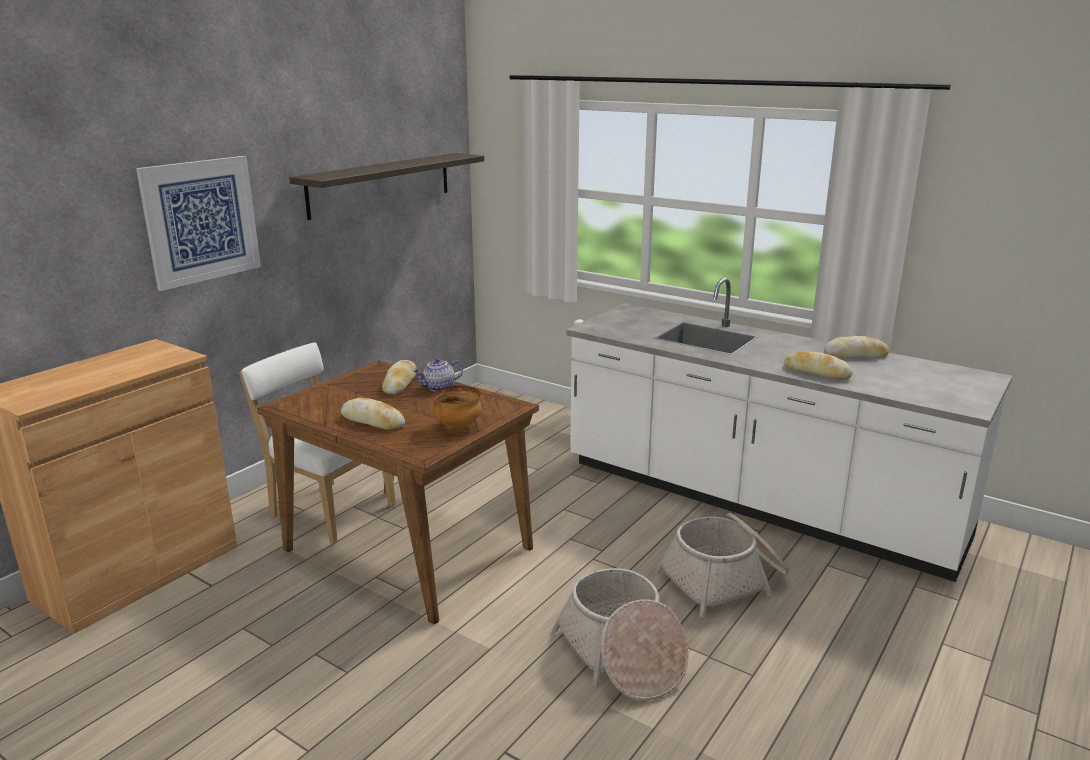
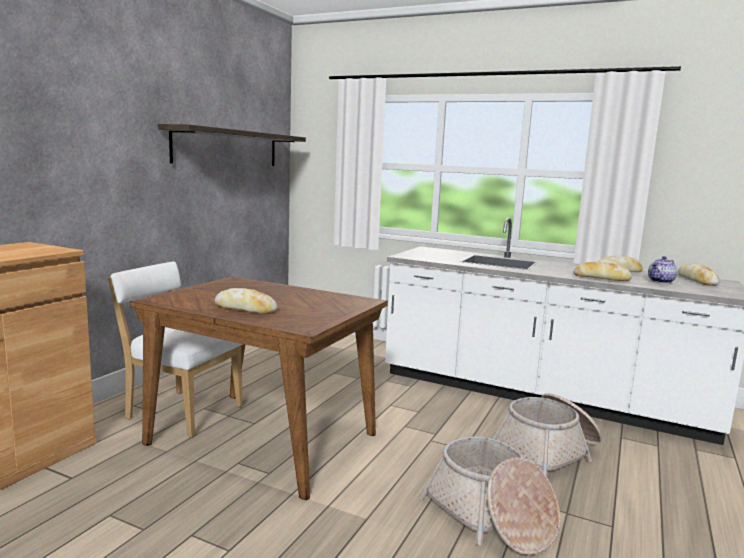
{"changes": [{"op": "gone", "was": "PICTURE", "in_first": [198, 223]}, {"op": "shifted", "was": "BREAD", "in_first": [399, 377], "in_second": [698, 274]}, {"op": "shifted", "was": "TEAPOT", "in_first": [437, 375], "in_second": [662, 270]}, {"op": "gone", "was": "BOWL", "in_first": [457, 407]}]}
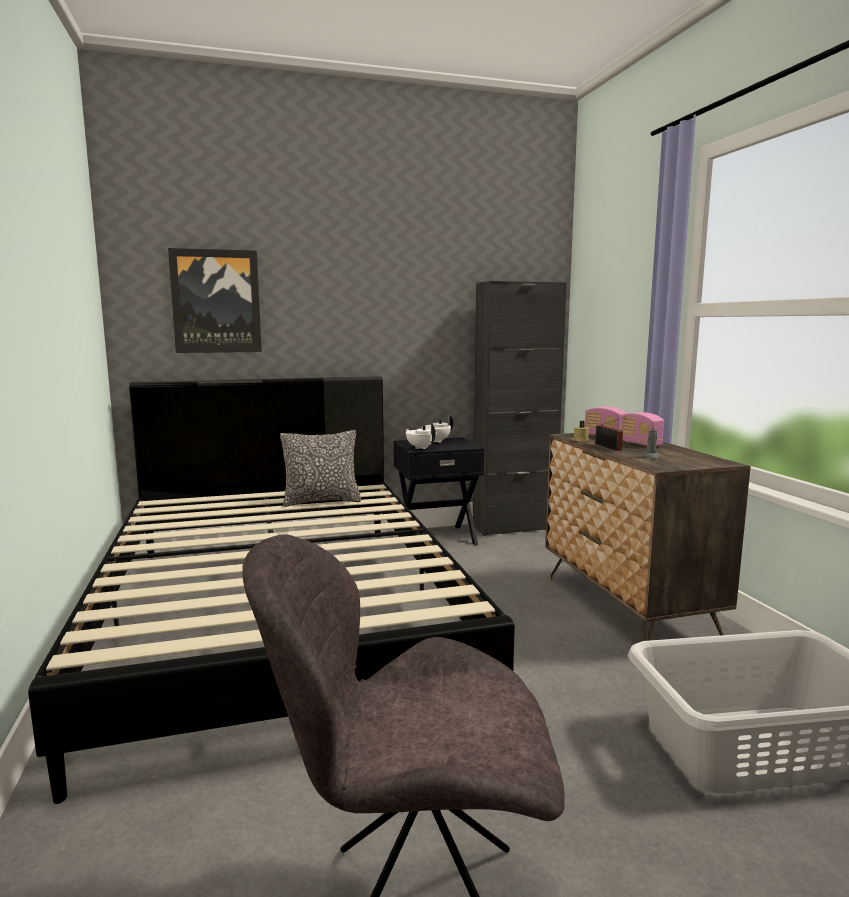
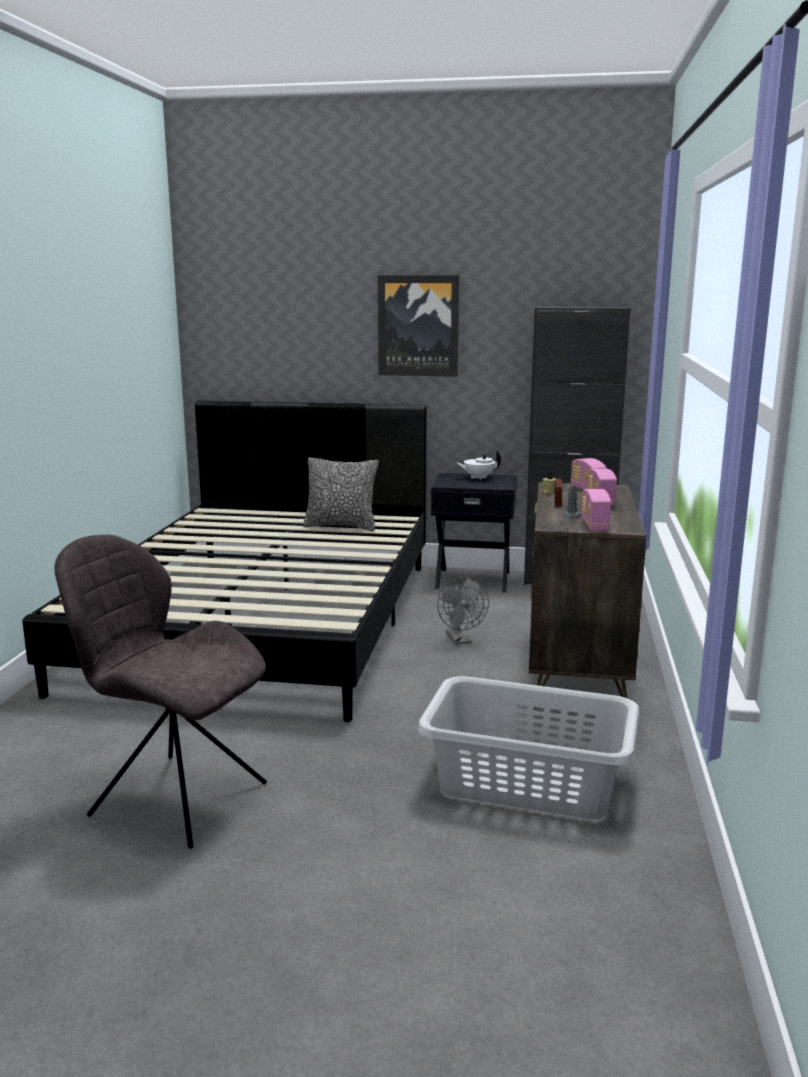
{"changes": [{"op": "shifted", "was": "PICTURE", "in_first": [215, 300], "in_second": [418, 326]}, {"op": "gone", "was": "WHITE TEAPOT", "in_first": [421, 436]}, {"op": "new", "now": "GREY FAN", "in_second": [463, 611]}, {"op": "new", "now": "RADIO", "in_second": [596, 510]}]}
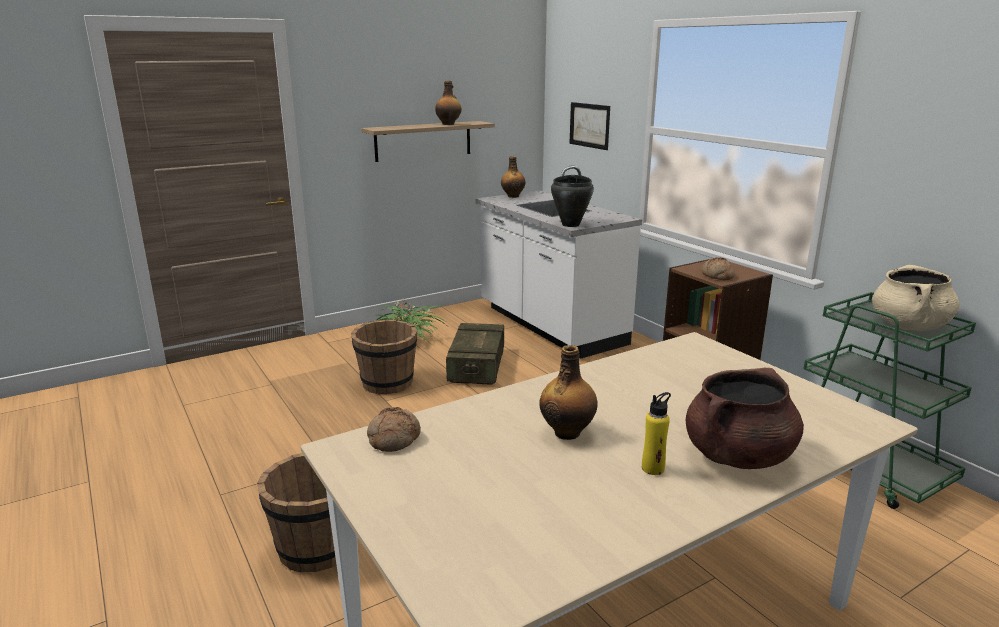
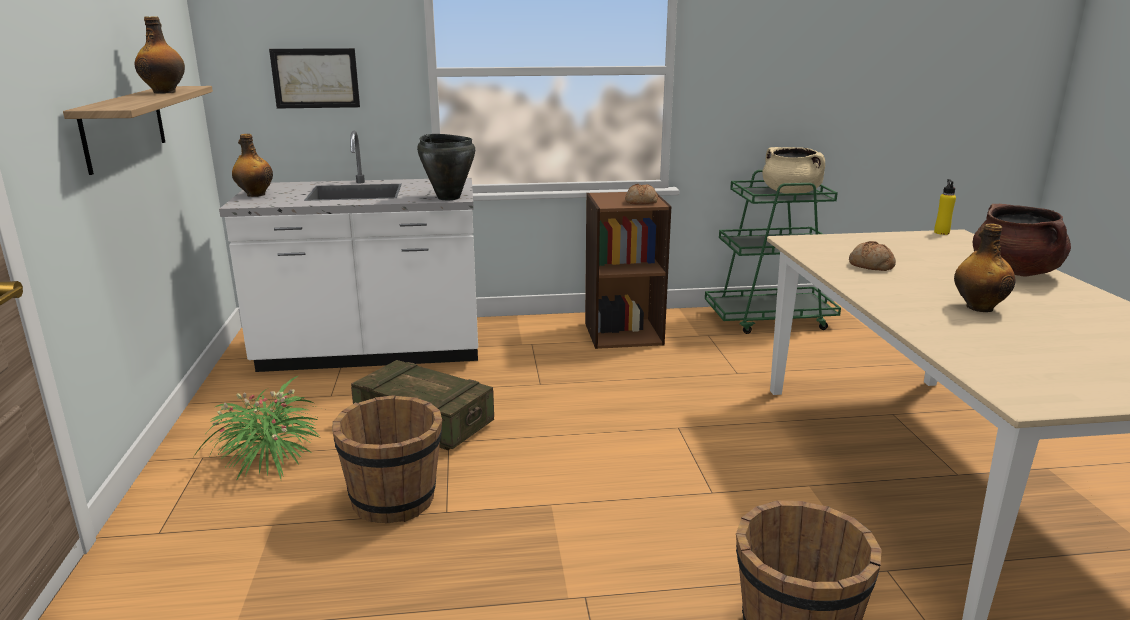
{"changes": [{"op": "shifted", "was": "BREAD", "in_first": [394, 429], "in_second": [872, 256]}, {"op": "shifted", "was": "YELLOW BOTTLE", "in_first": [656, 433], "in_second": [945, 207]}]}
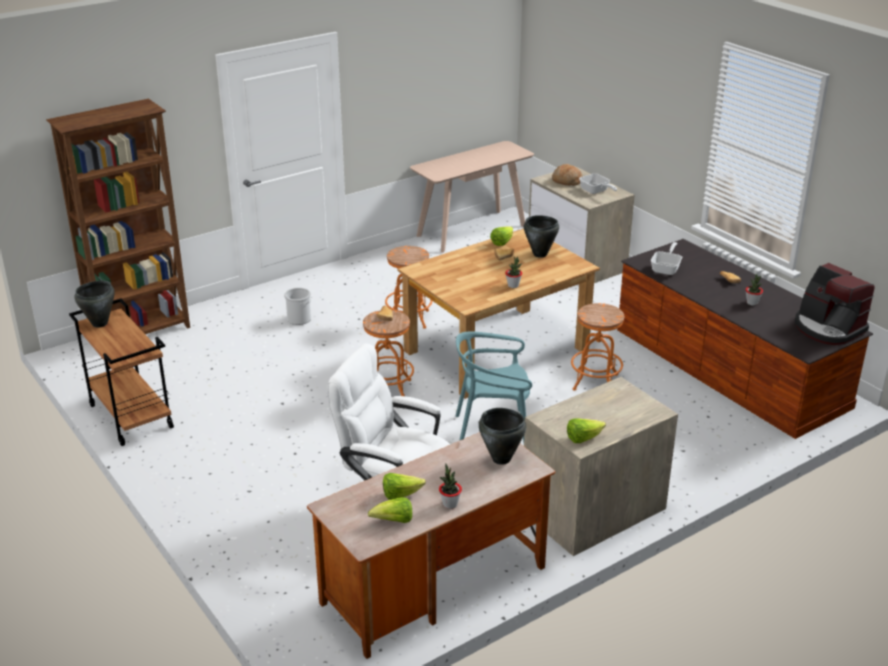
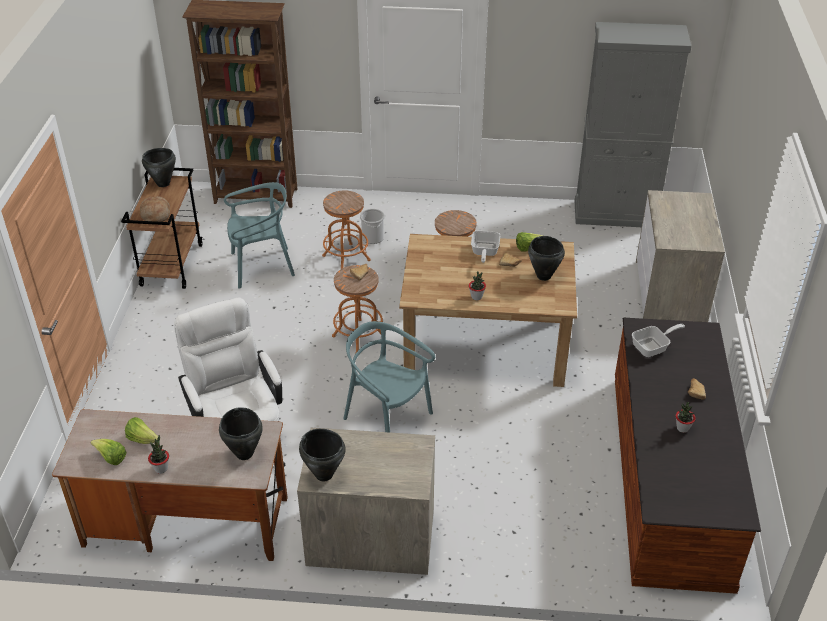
{"changes": [{"op": "swapped", "was": "BEIGE CONSOLE TABLE", "now": "GREY CABINET", "in_first": [472, 197], "in_second": [633, 124]}, {"op": "shifted", "was": "BREAD", "in_first": [567, 175], "in_second": [155, 209]}, {"op": "swapped", "was": "LETTUCE", "now": "BLACK COOKING POT", "in_first": [586, 430], "in_second": [322, 455]}, {"op": "shifted", "was": "ORANGE STOOL", "in_first": [597, 347], "in_second": [346, 230]}, {"op": "shifted", "was": "FRYING PAN", "in_first": [598, 184], "in_second": [485, 247]}, {"op": "gone", "was": "COFFEE MACHINE", "in_first": [835, 304]}, {"op": "new", "now": "TURQUOISE CHAIR", "in_second": [259, 235]}]}
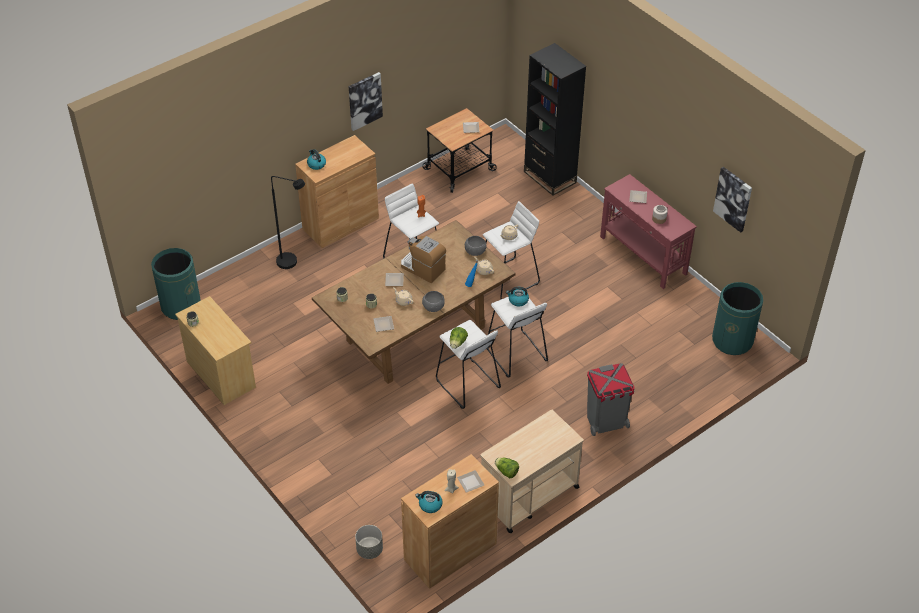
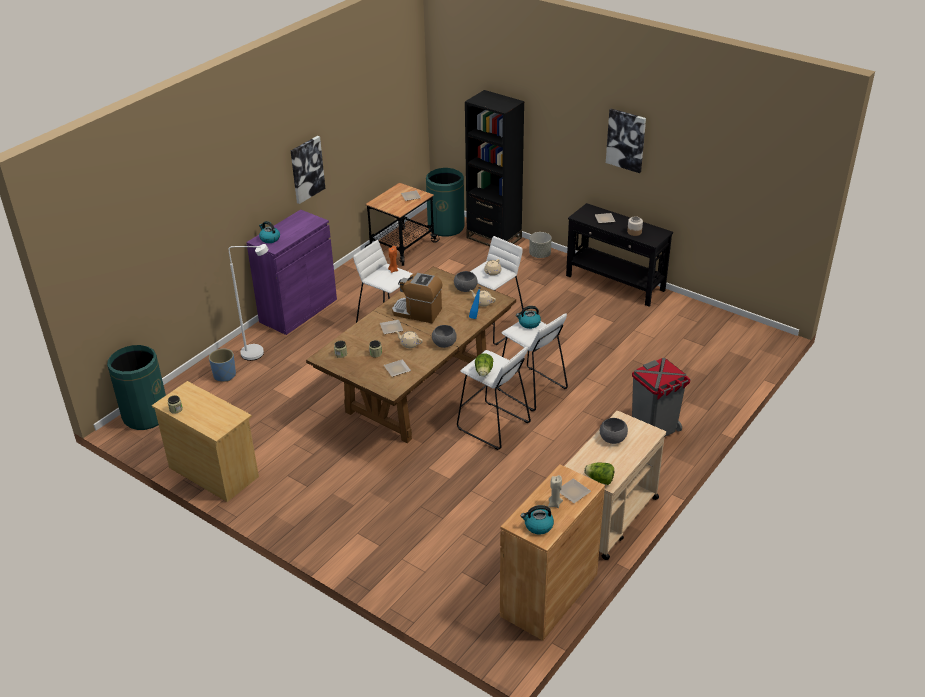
{"changes": [{"op": "repainted", "was": "BLACK FLOOR LAMP", "now": "WHITE FLOOR LAMP", "in_first": [288, 222], "in_second": [249, 302]}, {"op": "repainted", "was": "BROWN CABINET", "now": "PURPLE CABINET", "in_first": [337, 191], "in_second": [291, 272]}, {"op": "shifted", "was": "GREY PLANTER", "in_first": [369, 542], "in_second": [540, 245]}, {"op": "repainted", "was": "RED CONSOLE TABLE", "now": "BLACK CONSOLE TABLE", "in_first": [648, 231], "in_second": [619, 254]}, {"op": "shifted", "was": "GREEN TRASH CAN", "in_first": [737, 318], "in_second": [445, 202]}, {"op": "shifted", "was": "PICTURE", "in_first": [732, 200], "in_second": [626, 140]}, {"op": "new", "now": "BLUE PLANTER", "in_second": [222, 365]}, {"op": "new", "now": "GREY BOWL", "in_second": [614, 431]}]}
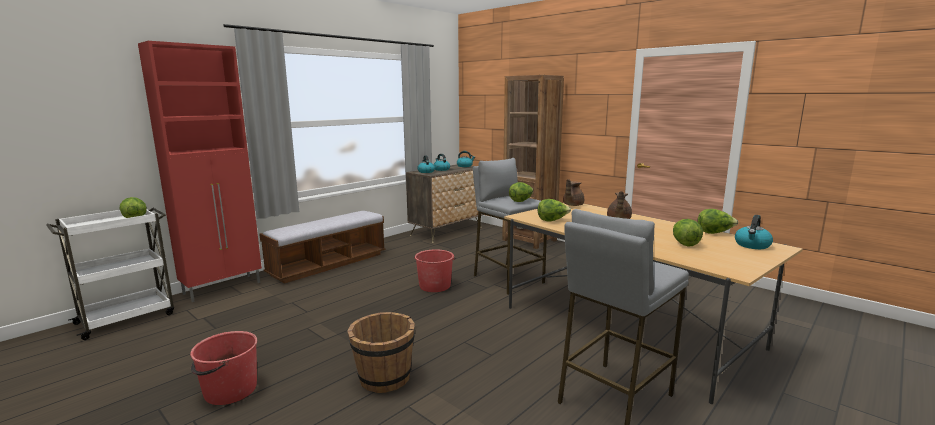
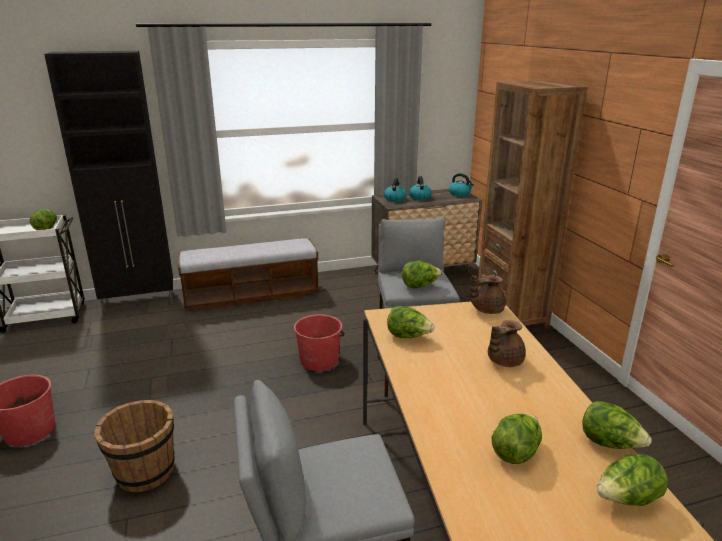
{"changes": [{"op": "repainted", "was": "RED CABINET", "now": "BLACK CABINET", "in_first": [200, 171], "in_second": [108, 182]}, {"op": "swapped", "was": "KETTLE", "now": "LETTUCE", "in_first": [754, 232], "in_second": [632, 480]}]}
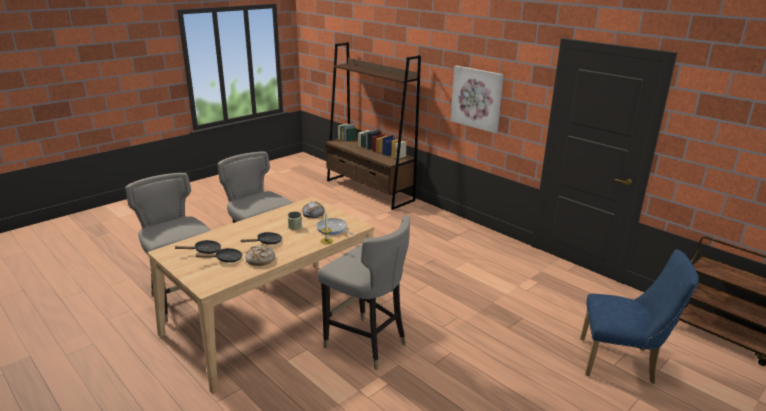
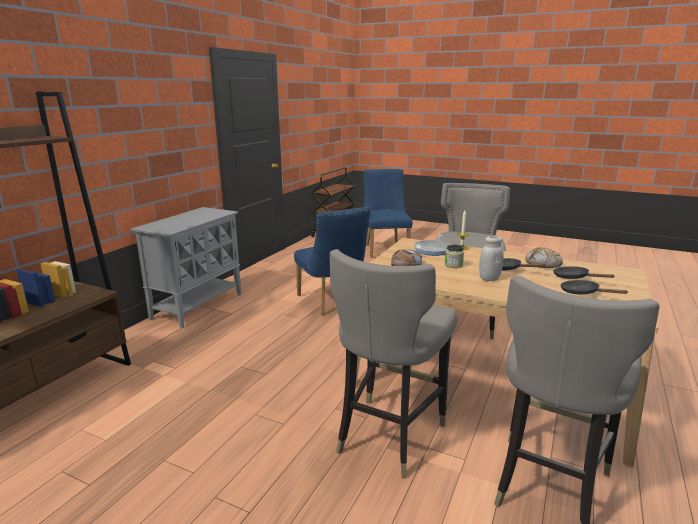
{"changes": [{"op": "gone", "was": "PICTURE", "in_first": [477, 99]}, {"op": "new", "now": "GREY CABINET", "in_second": [186, 267]}, {"op": "new", "now": "BLUE CHAIR", "in_second": [332, 260]}, {"op": "new", "now": "WHITE JAR", "in_second": [491, 258]}]}
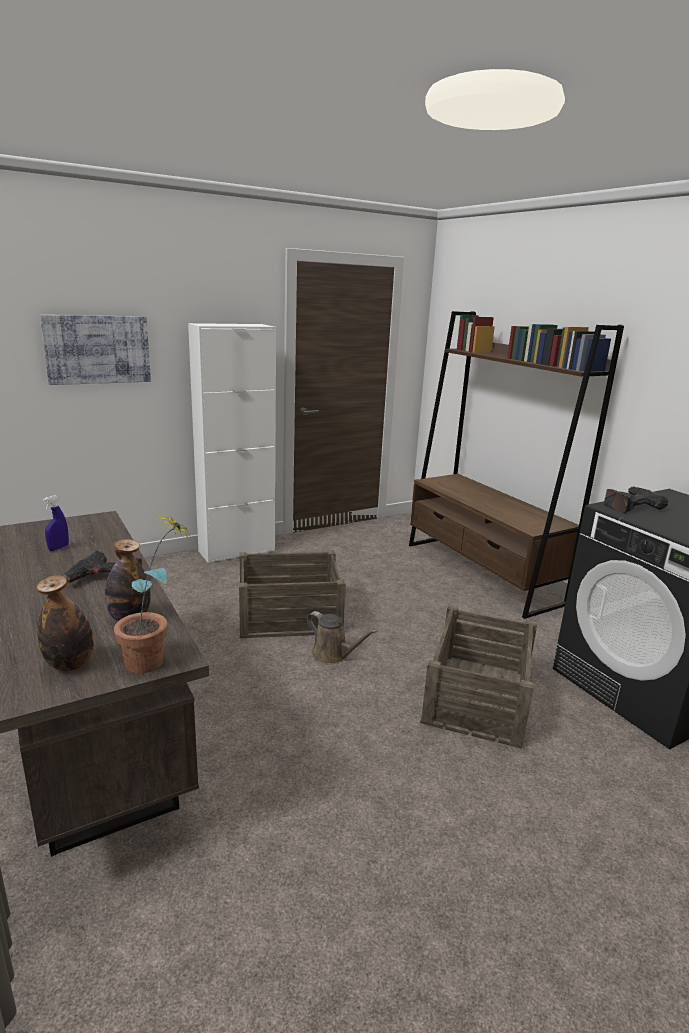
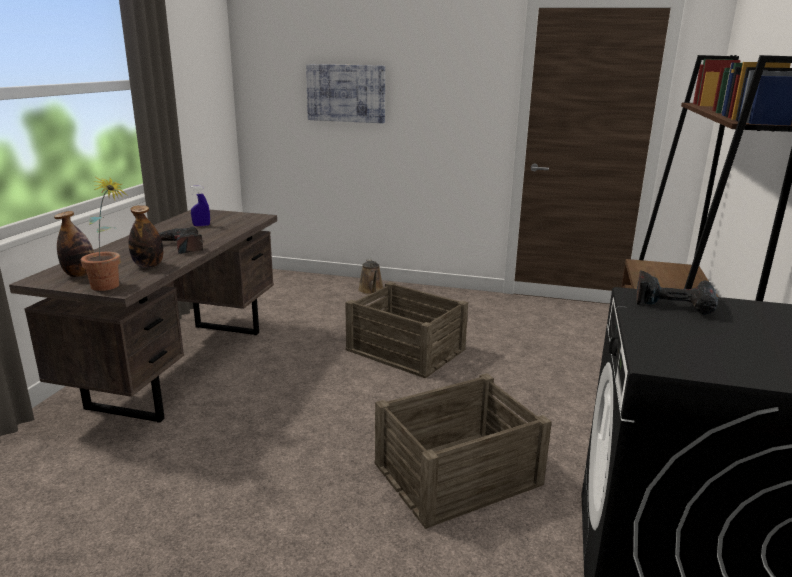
{"changes": [{"op": "gone", "was": "WHITE CABINET", "in_first": [232, 443]}, {"op": "shifted", "was": "BROWN WATERING CAN", "in_first": [342, 637], "in_second": [370, 277]}]}
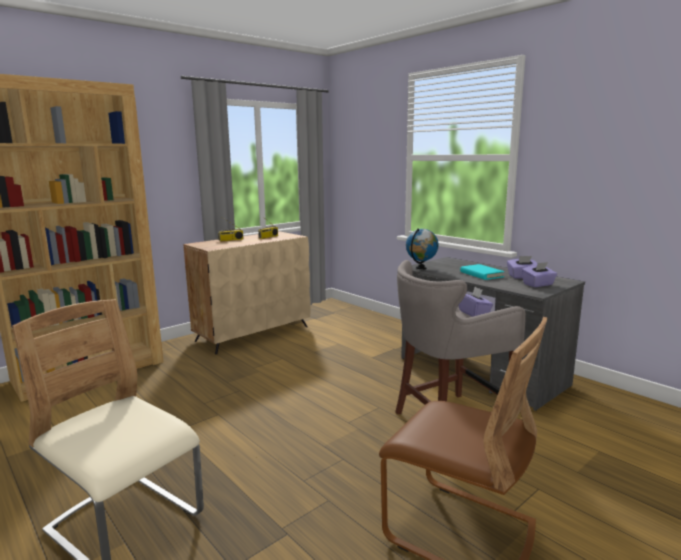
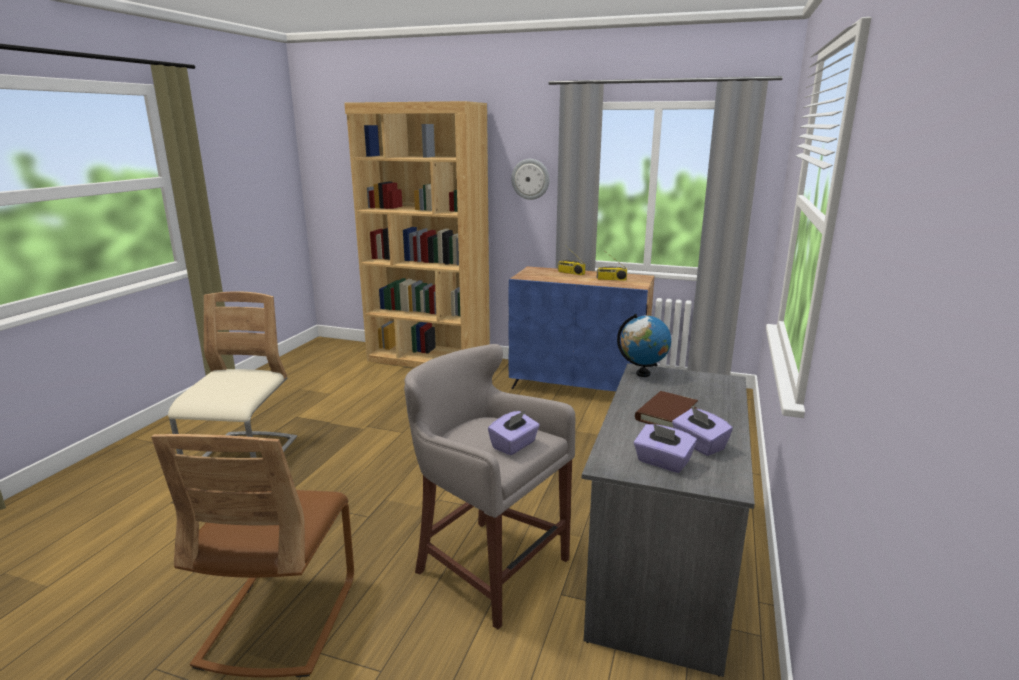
{"changes": [{"op": "repainted", "was": "BEIGE CABINET", "now": "BLUE CABINET", "in_first": [247, 292], "in_second": [581, 328]}, {"op": "repainted", "was": "TURQUOISE BOOK", "now": "BROWN BOOK", "in_first": [482, 272], "in_second": [666, 409]}, {"op": "new", "now": "WALL CLOCK", "in_second": [530, 179]}]}
